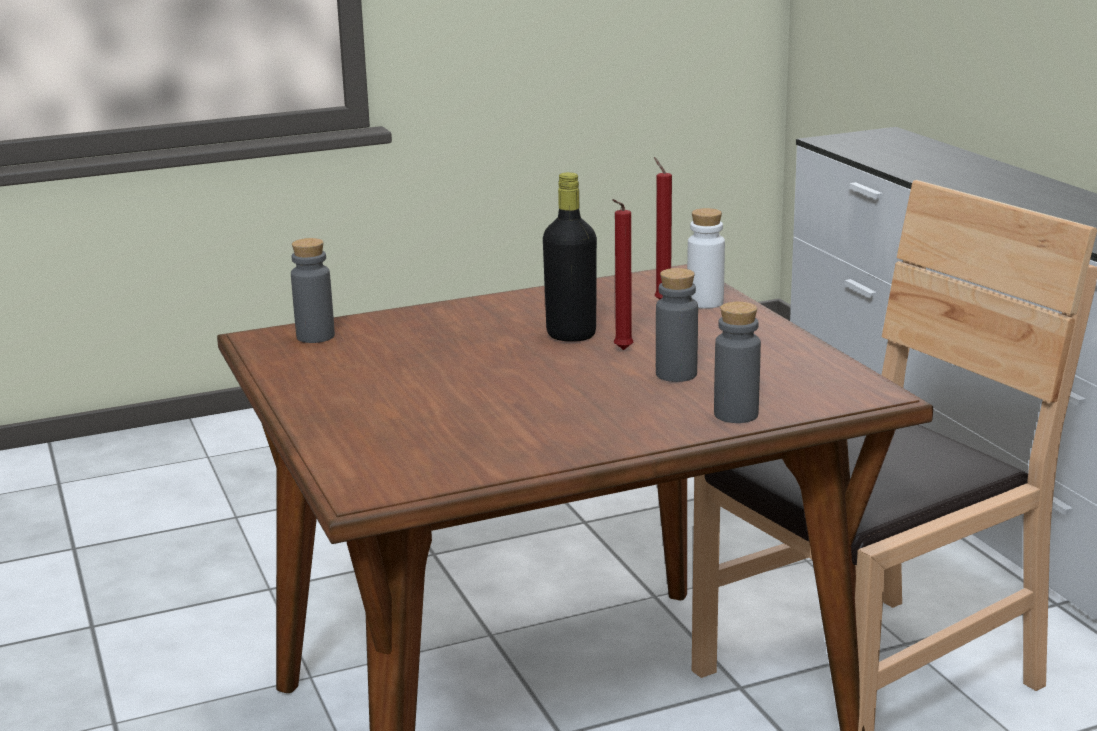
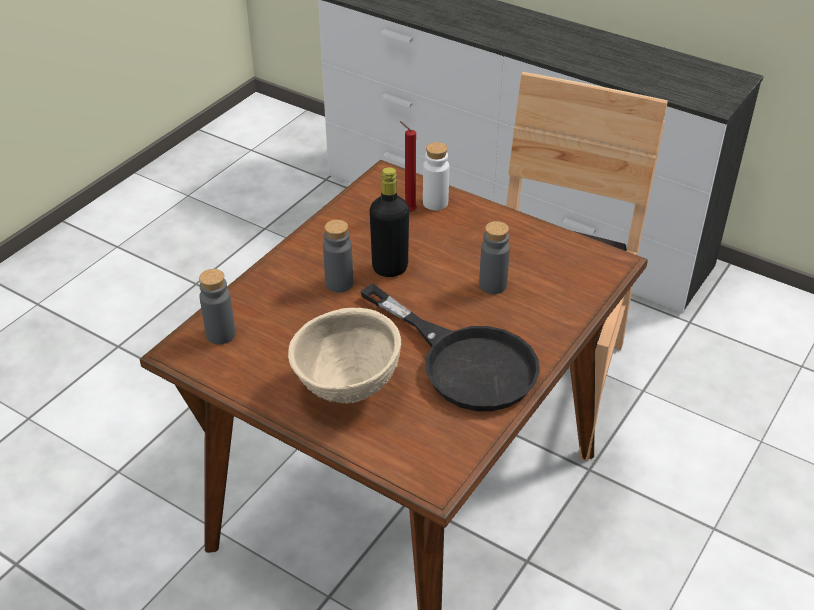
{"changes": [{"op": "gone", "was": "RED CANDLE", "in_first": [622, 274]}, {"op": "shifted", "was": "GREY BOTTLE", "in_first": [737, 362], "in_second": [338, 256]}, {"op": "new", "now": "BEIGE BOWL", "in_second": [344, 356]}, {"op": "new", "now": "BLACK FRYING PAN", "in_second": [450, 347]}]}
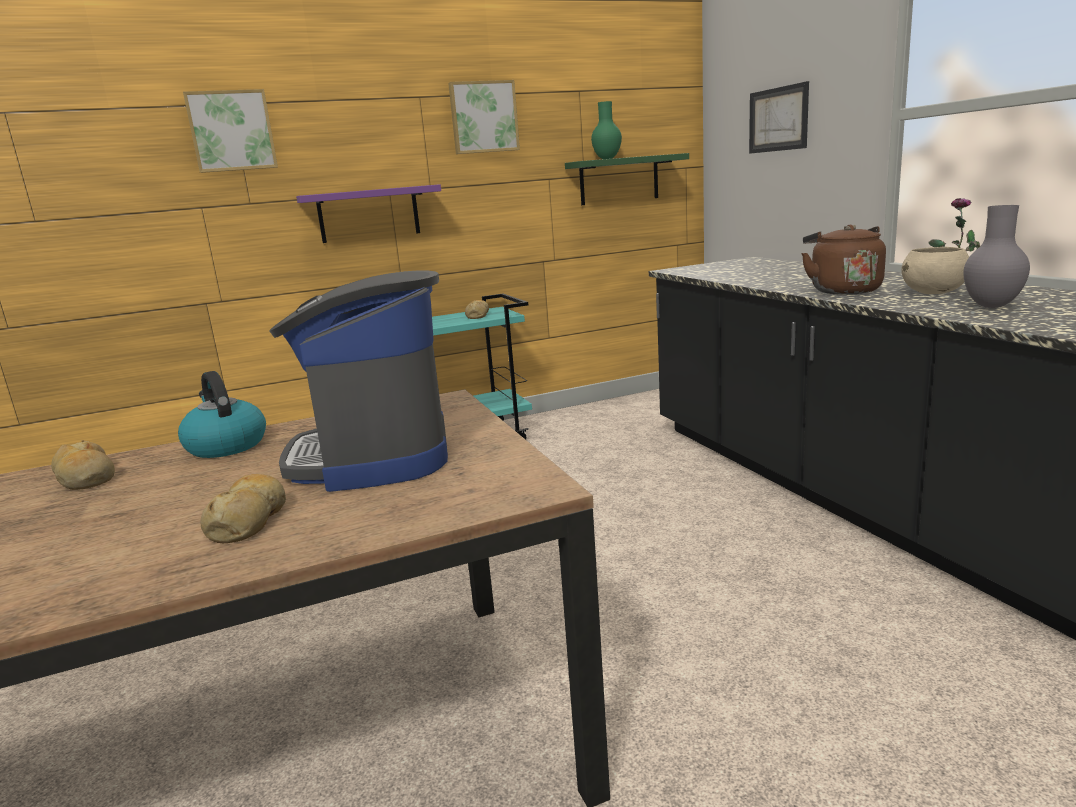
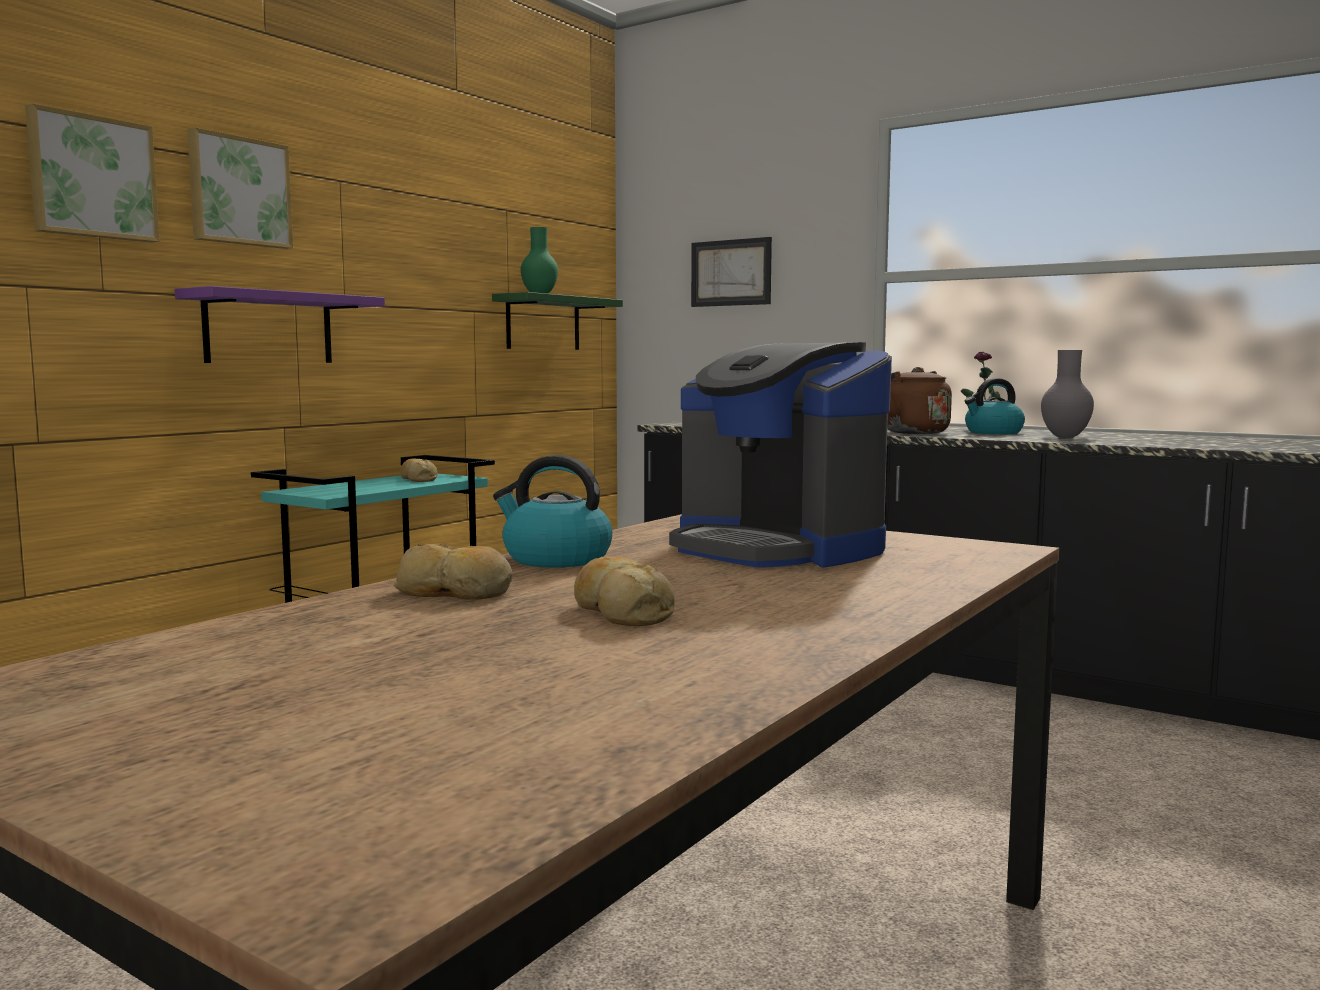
{"changes": [{"op": "shifted", "was": "BREAD", "in_first": [243, 508], "in_second": [624, 591]}, {"op": "shifted", "was": "PICTURE", "in_first": [484, 117], "in_second": [240, 188]}, {"op": "swapped", "was": "BEIGE BOWL", "now": "KETTLE", "in_first": [935, 270], "in_second": [995, 406]}]}
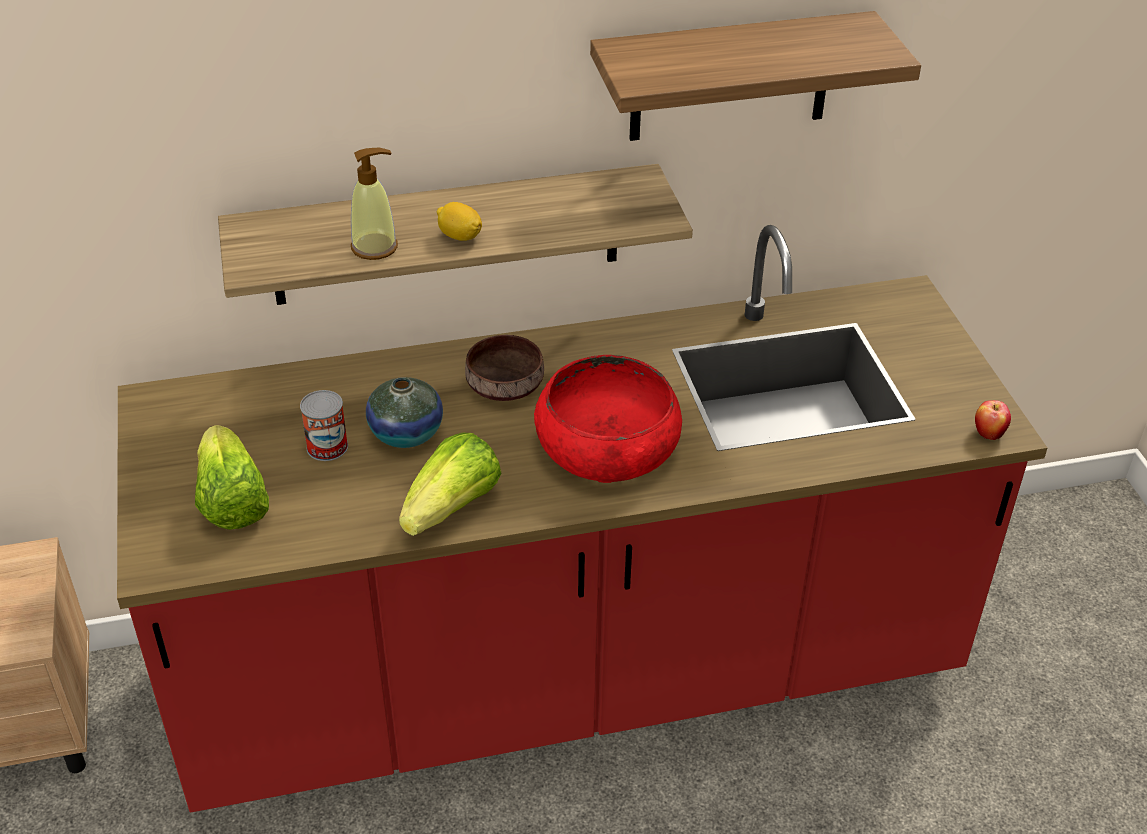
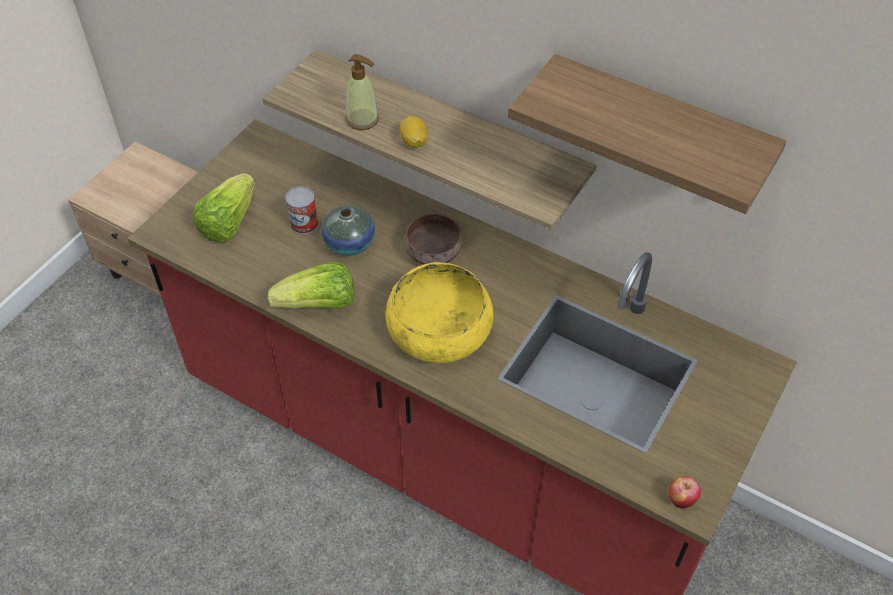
{"changes": [{"op": "repainted", "was": "RED BOWL", "now": "YELLOW BOWL", "in_first": [608, 419], "in_second": [439, 312]}]}
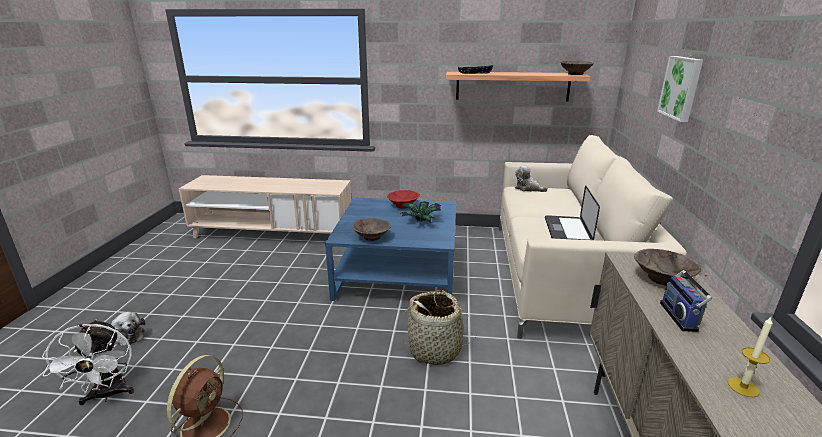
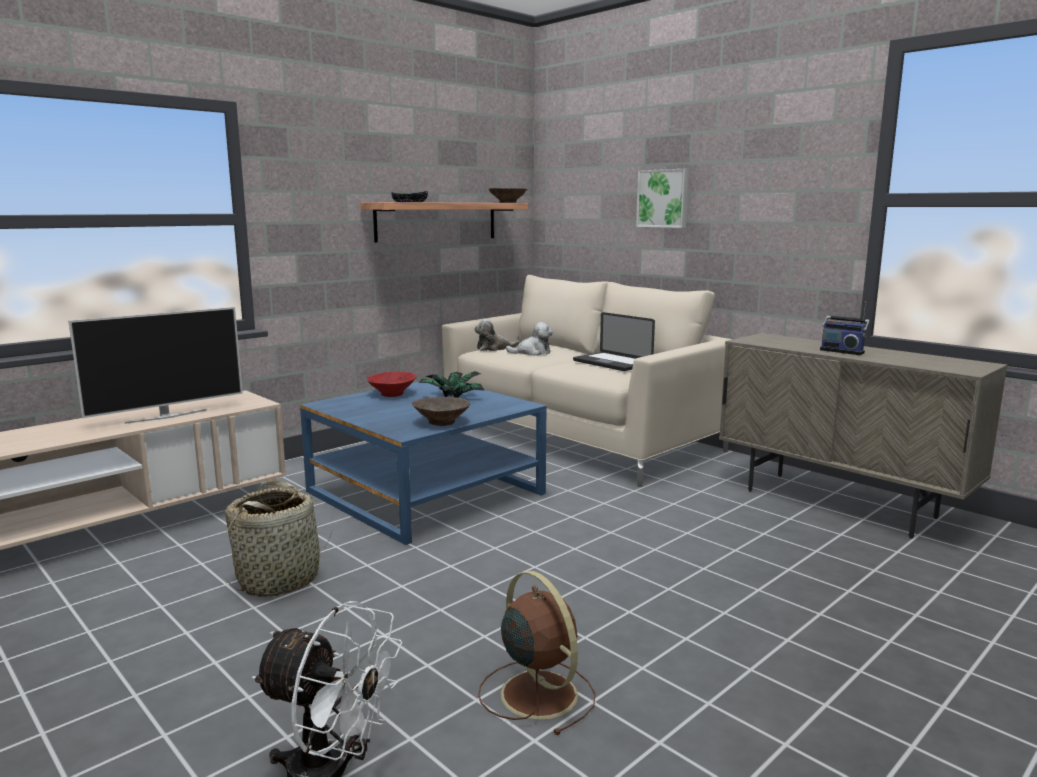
{"changes": [{"op": "shifted", "was": "PLUSH TOY", "in_first": [128, 329], "in_second": [529, 339]}, {"op": "shifted", "was": "BASKET", "in_first": [439, 327], "in_second": [278, 539]}, {"op": "gone", "was": "BROWN BOWL", "in_first": [667, 267]}, {"op": "gone", "was": "CANDLE", "in_first": [750, 357]}, {"op": "new", "now": "TELEVISION", "in_second": [155, 365]}]}
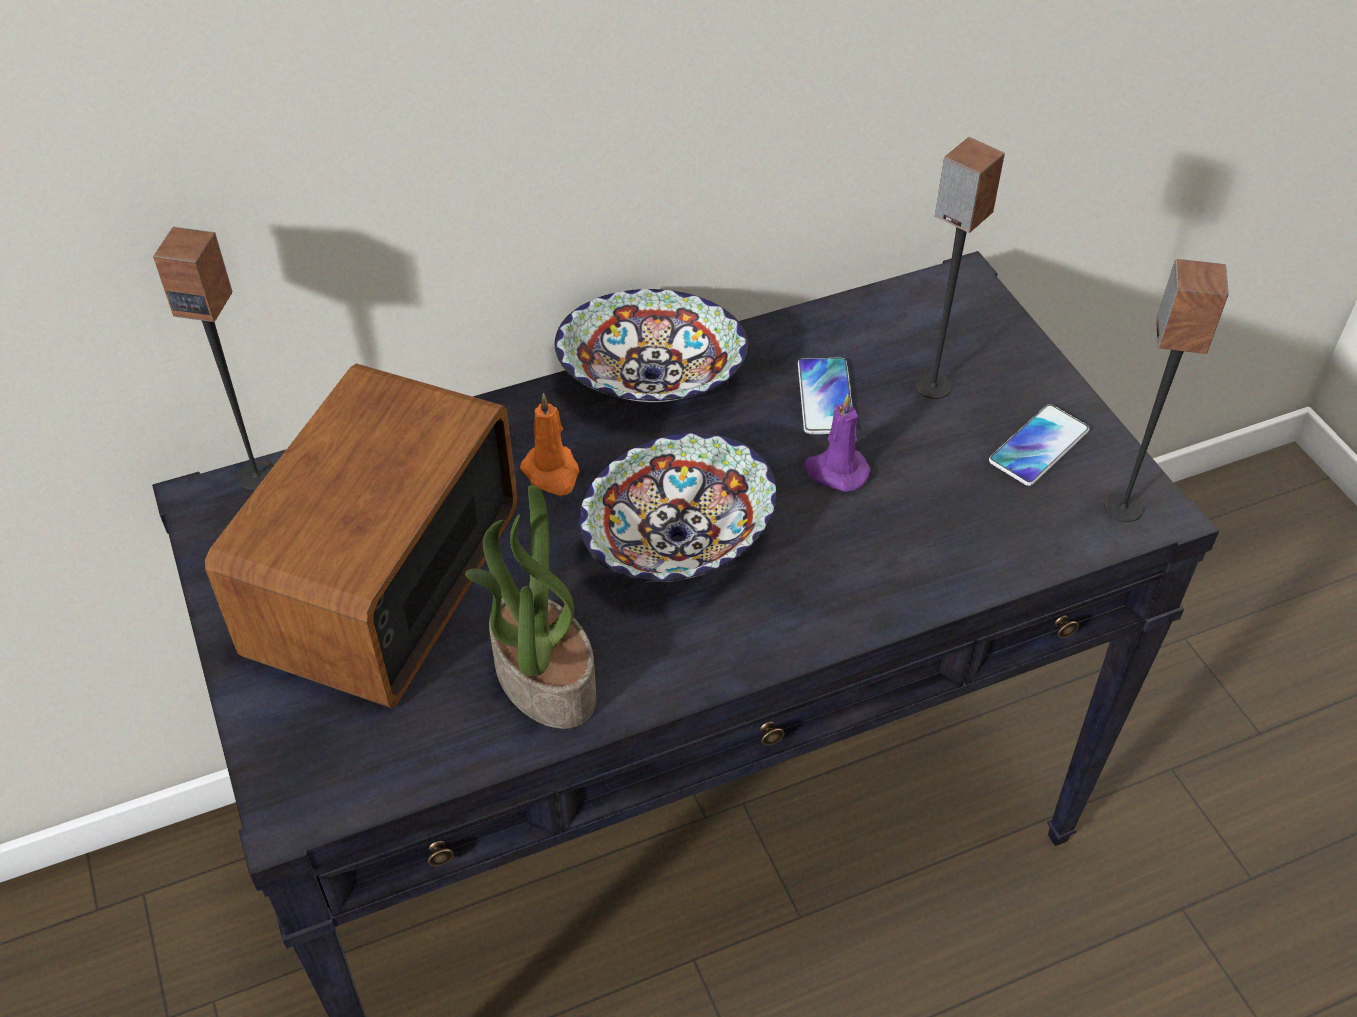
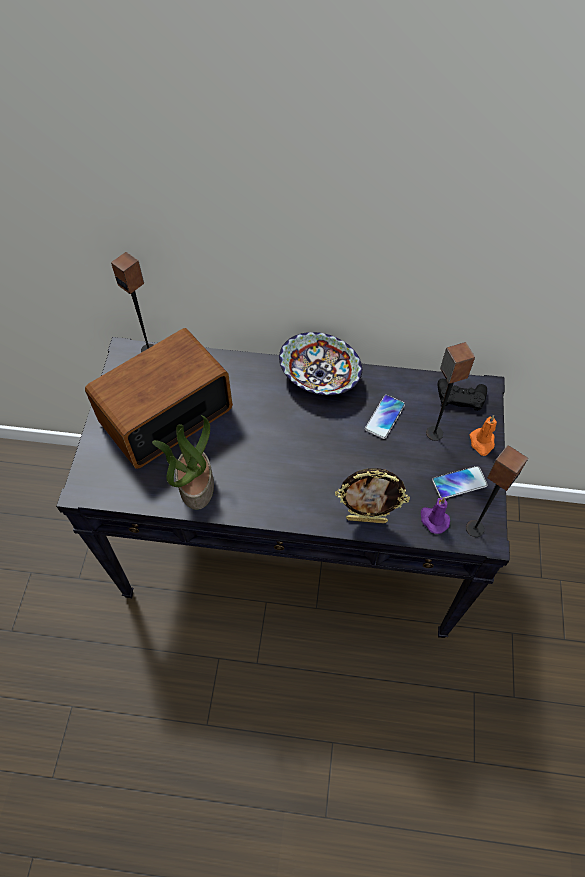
{"changes": [{"op": "shifted", "was": "ORANGE CANDLE", "in_first": [549, 444], "in_second": [483, 435]}, {"op": "gone", "was": "BOWL", "in_first": [678, 507]}, {"op": "shifted", "was": "PURPLE CANDLE", "in_first": [836, 443], "in_second": [435, 515]}, {"op": "new", "now": "PICTURE FRAME", "in_second": [372, 496]}, {"op": "new", "now": "BLACK GAME CONTROLLER", "in_second": [462, 395]}]}
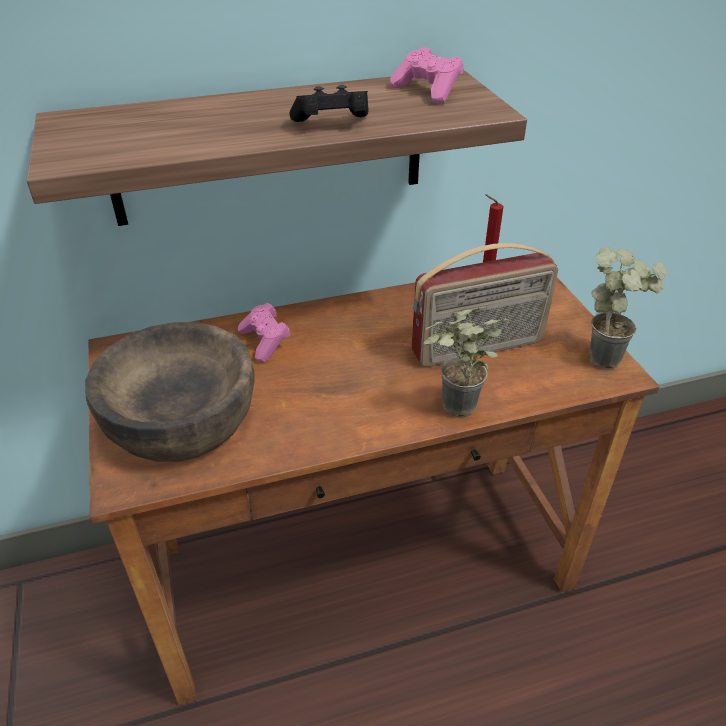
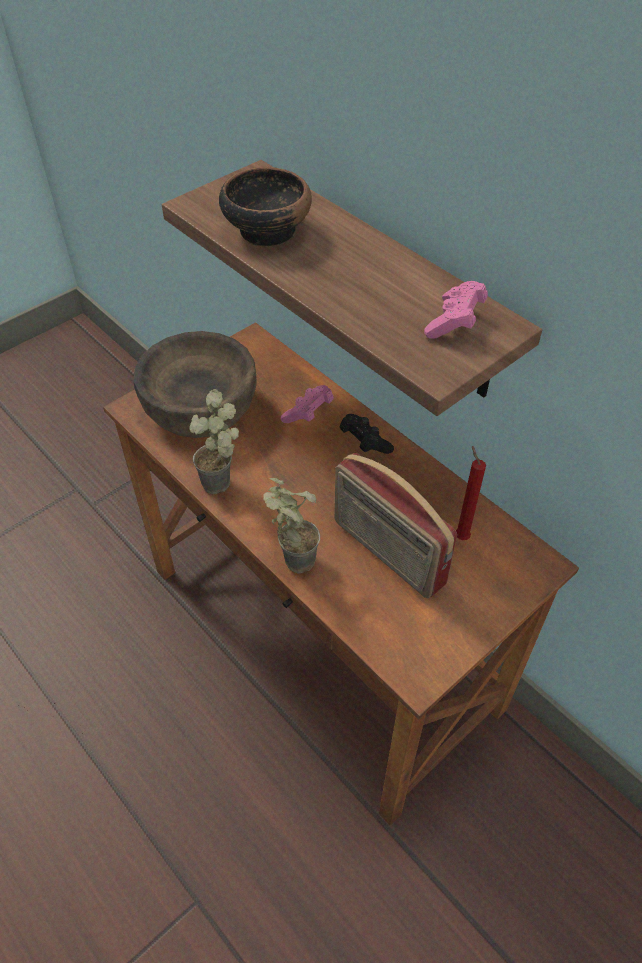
{"changes": [{"op": "shifted", "was": "BLACK GAME CONTROLLER", "in_first": [329, 103], "in_second": [366, 434]}, {"op": "shifted", "was": "POTTED PLANT", "in_first": [628, 308], "in_second": [214, 441]}, {"op": "new", "now": "BOWL", "in_second": [265, 207]}]}
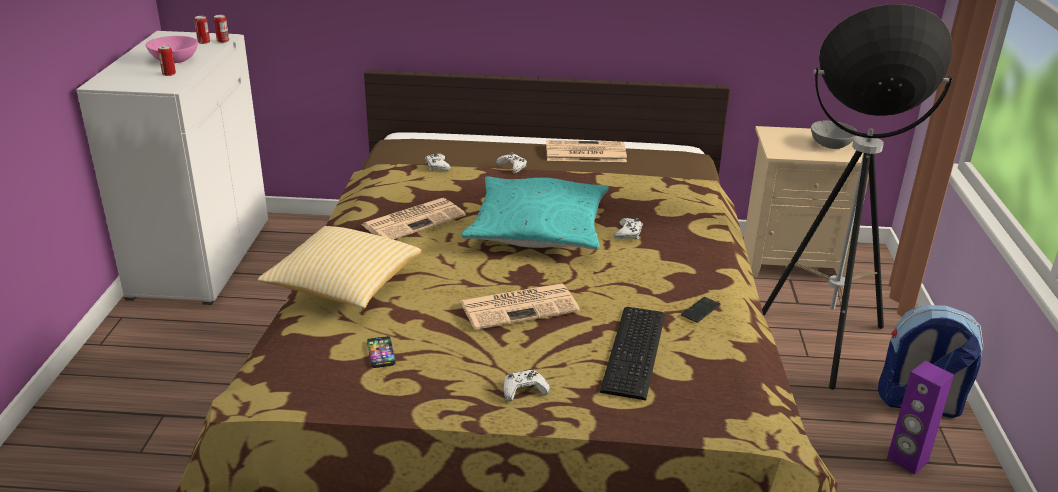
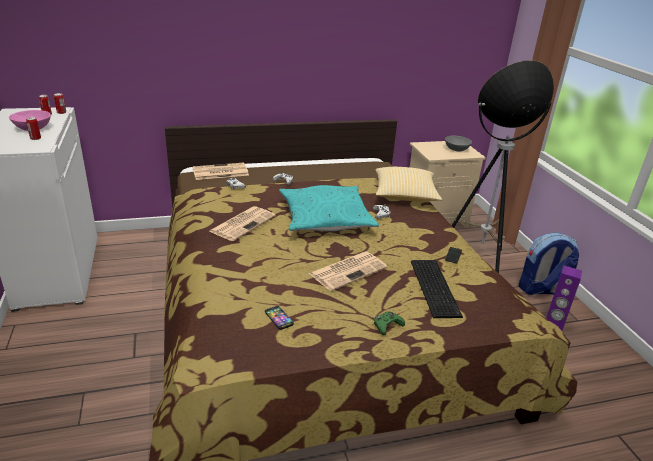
{"changes": [{"op": "shifted", "was": "PILLOW", "in_first": [340, 267], "in_second": [408, 184]}, {"op": "repainted", "was": "WHITE GAME CONTROLLER", "now": "GREEN GAME CONTROLLER", "in_first": [527, 385], "in_second": [389, 323]}, {"op": "shifted", "was": "NEWSPAPER", "in_first": [586, 151], "in_second": [220, 171]}]}
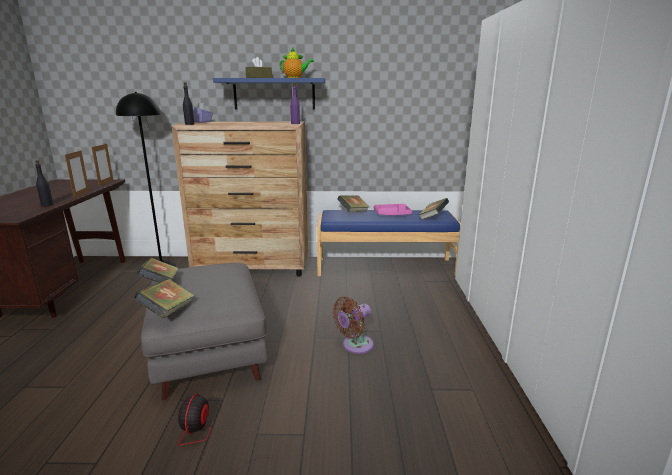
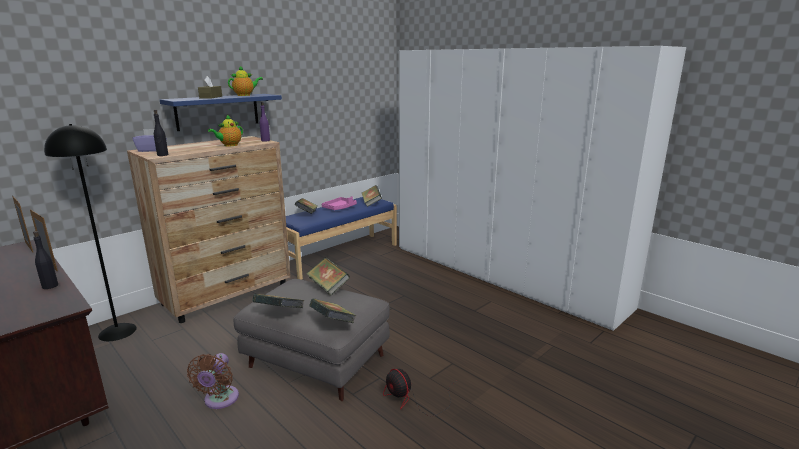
{"changes": [{"op": "shifted", "was": "BROWN FAN", "in_first": [353, 325], "in_second": [213, 381]}, {"op": "new", "now": "TEAPOT", "in_second": [225, 130]}, {"op": "new", "now": "BOOK", "in_second": [328, 276]}]}
